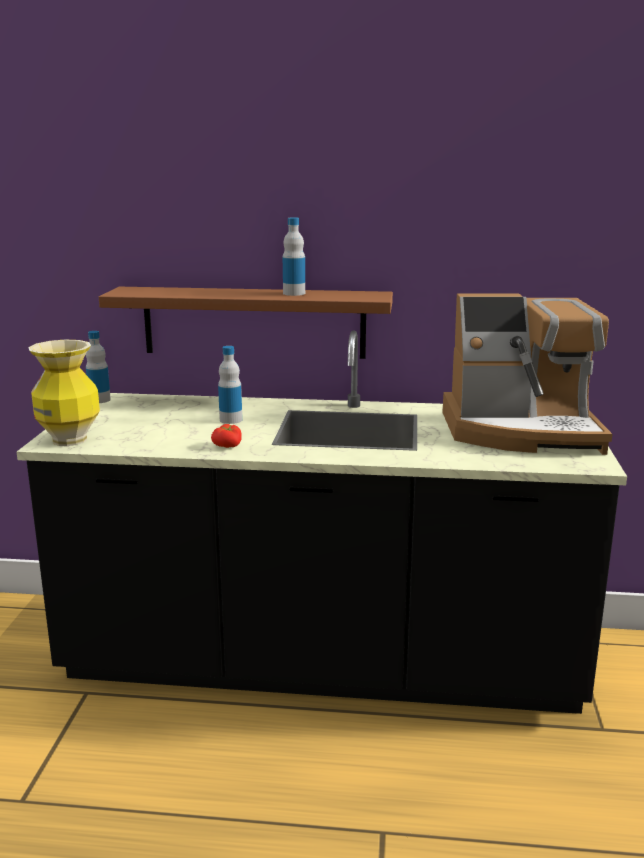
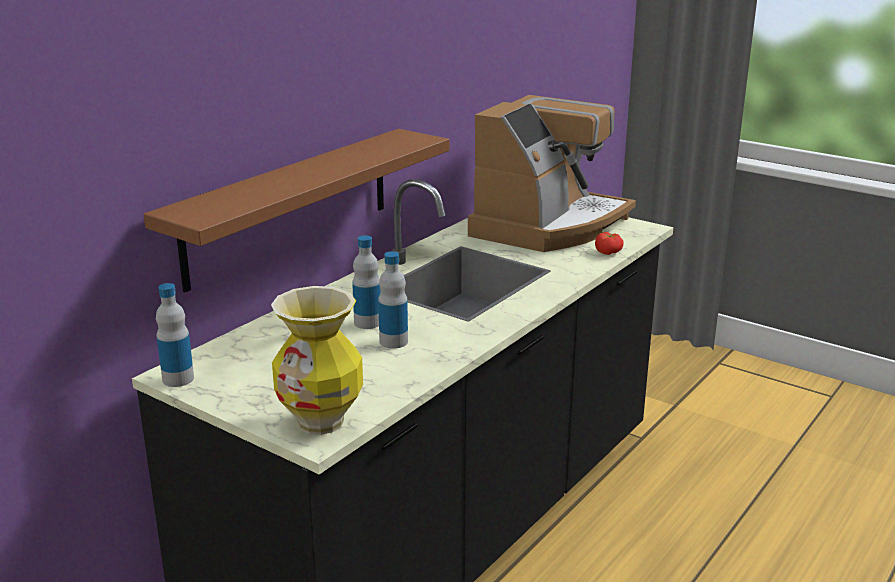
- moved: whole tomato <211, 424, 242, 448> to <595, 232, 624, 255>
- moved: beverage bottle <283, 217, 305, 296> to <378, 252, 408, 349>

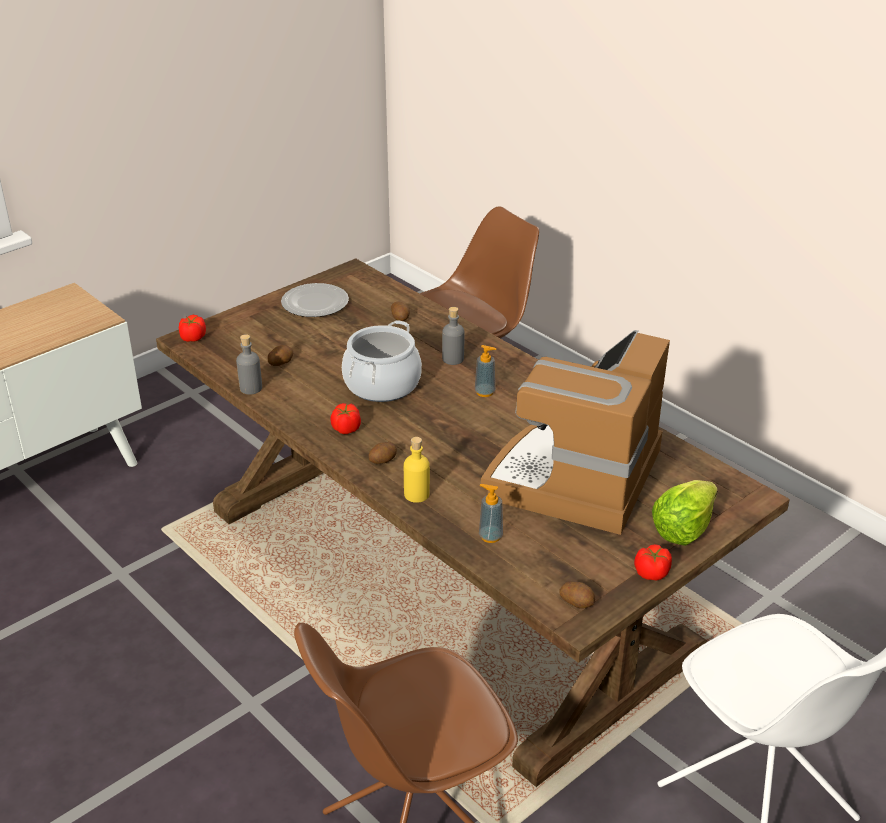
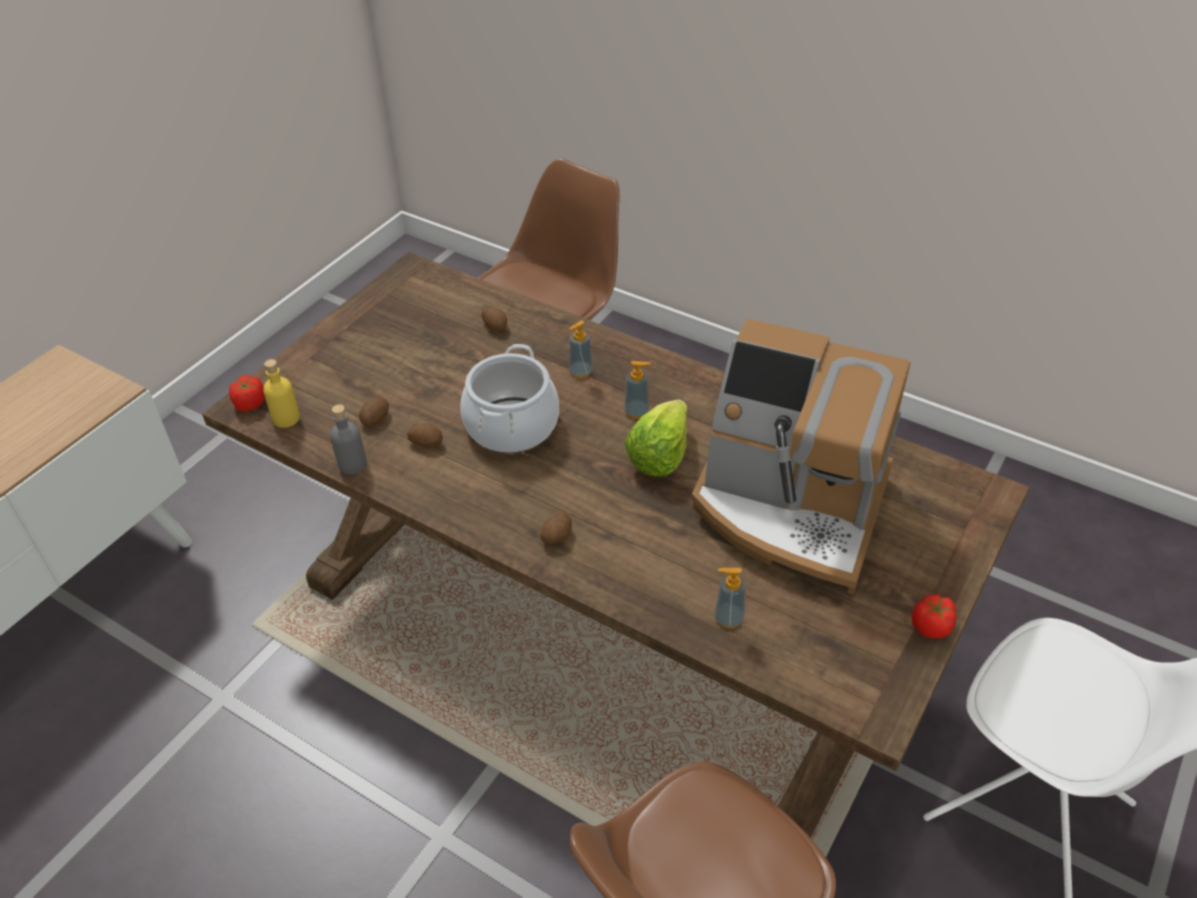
- removed: flat dish <281, 283, 349, 317>
- removed: whole tomato <330, 403, 361, 434>
- moved: yellow-coloured beverage bottle <404, 437, 430, 503> to <263, 359, 300, 428>
- replaced: grey beverage bottle <442, 307, 464, 365> to soap bottle <569, 320, 593, 379>
- turned: coffee brewer <481, 330, 670, 535> = <692, 318, 911, 595> 75 degrees counterclockwise
- moved: potato <559, 581, 595, 609> to <407, 423, 443, 448>
- moved: lettuce head <652, 480, 718, 546> to <625, 400, 687, 477>

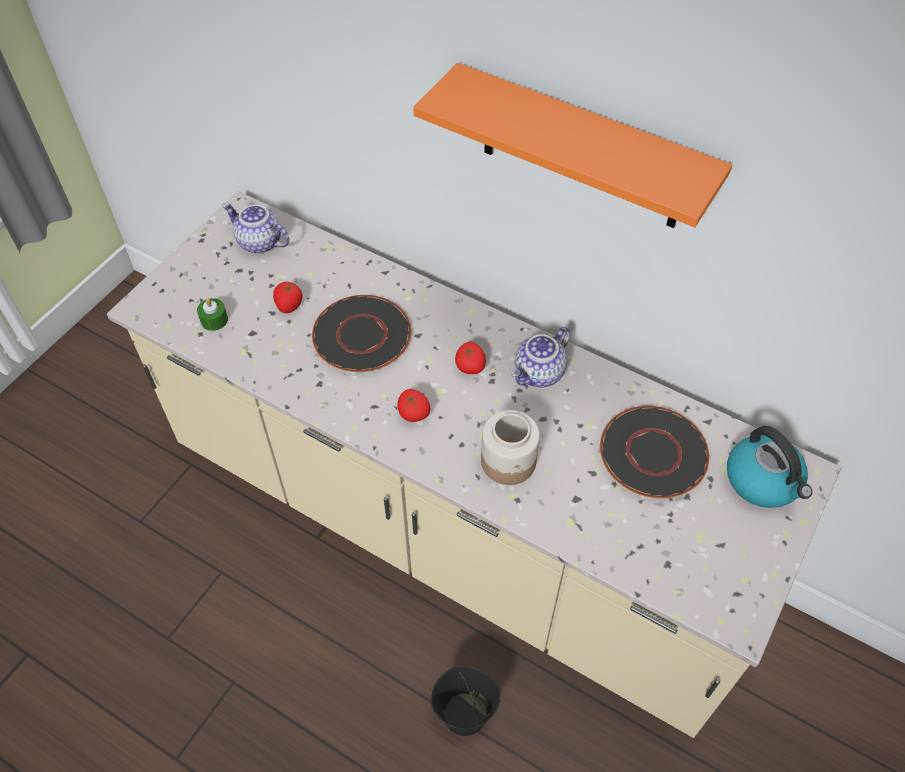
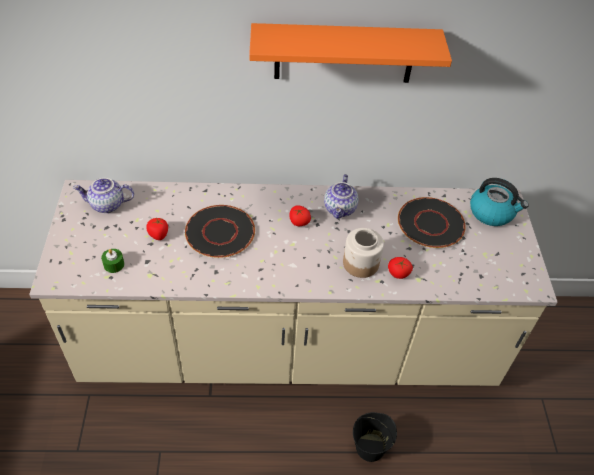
- moved: whole tomato <397, 389, 430, 422> to <388, 257, 413, 279>

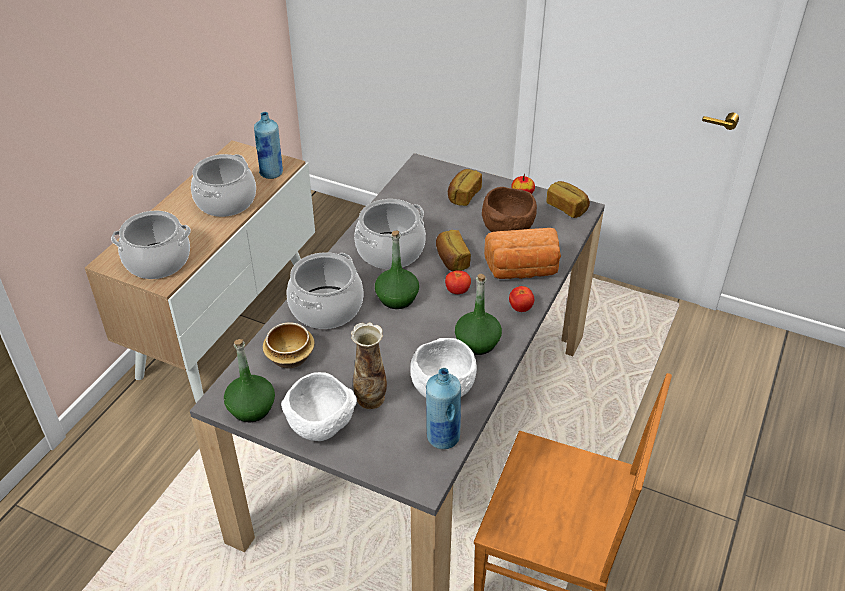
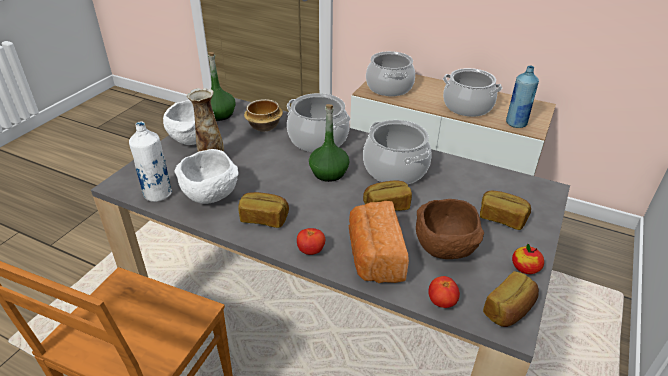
- recoloured: bluish beverage bottle <426, 368, 461, 449> to white beverage bottle <129, 122, 172, 202>
- moved: whole tomato <445, 271, 471, 294> to <428, 276, 460, 308>
- replaced: greenish beverage bottle <455, 274, 502, 355> to baked bread <238, 192, 289, 228>

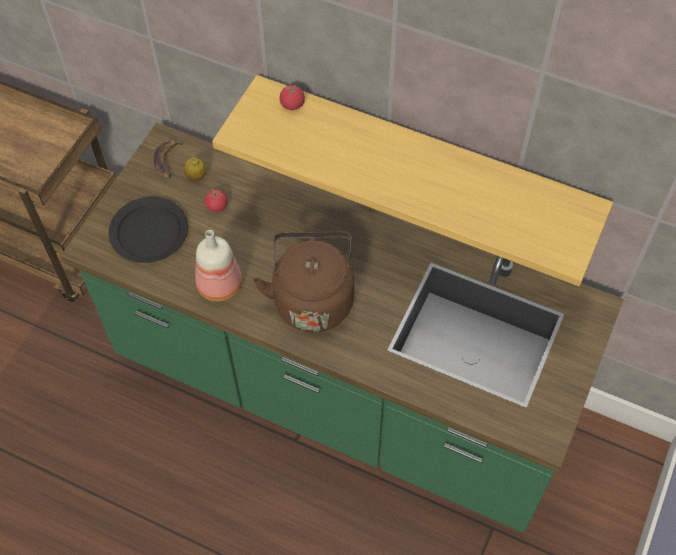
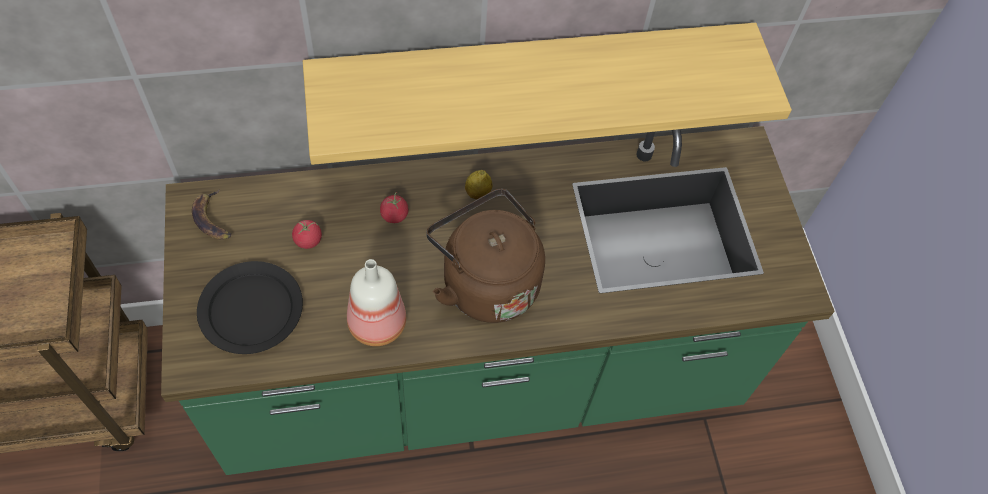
- moved: citrus fruit <184, 158, 206, 181> to <465, 170, 492, 199>
- moved: whole tomato <280, 84, 305, 110> to <380, 192, 409, 223>

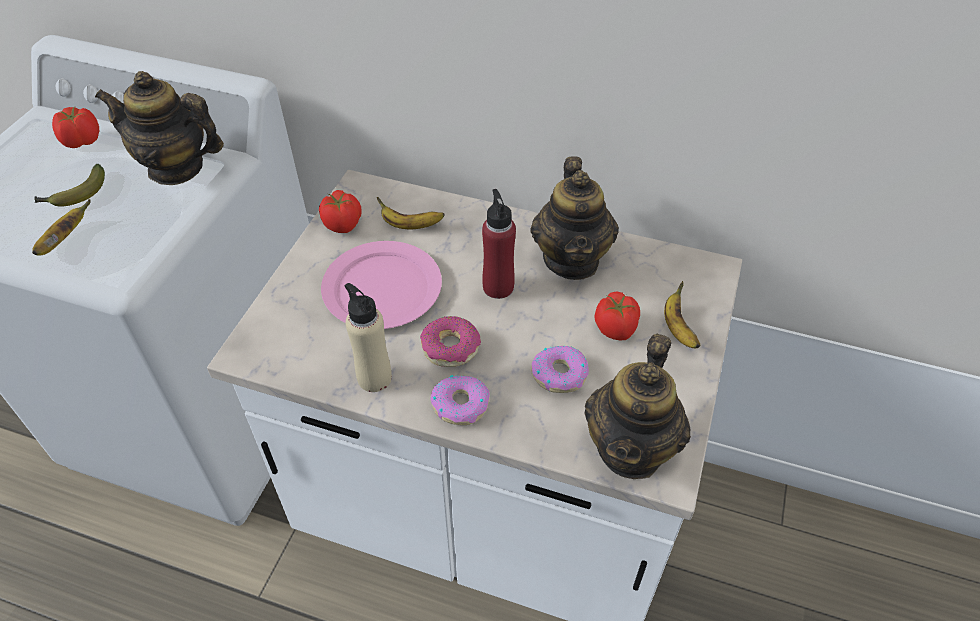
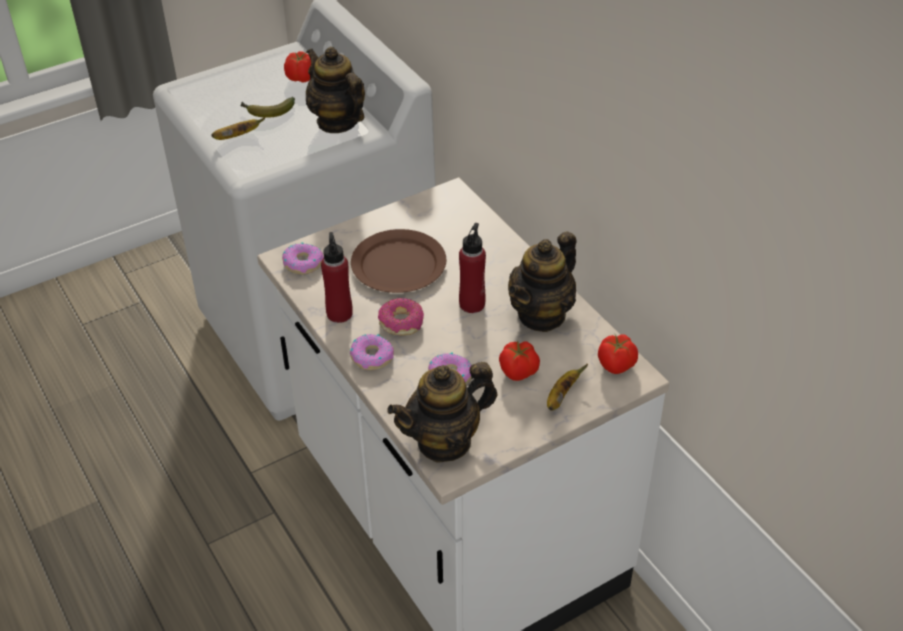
- moved: whole tomato <319, 190, 362, 233> to <598, 333, 638, 374>
- recoloured: pink flat dish <321, 241, 442, 329> to brown-coloured flat dish <351, 229, 446, 293>
- recoloured: beige-coloured beverage bottle <345, 283, 392, 392> to red-coloured beverage bottle <321, 232, 353, 323>
- removed: banana fruit <377, 197, 444, 229>
- added: doughnut <282, 242, 324, 275>

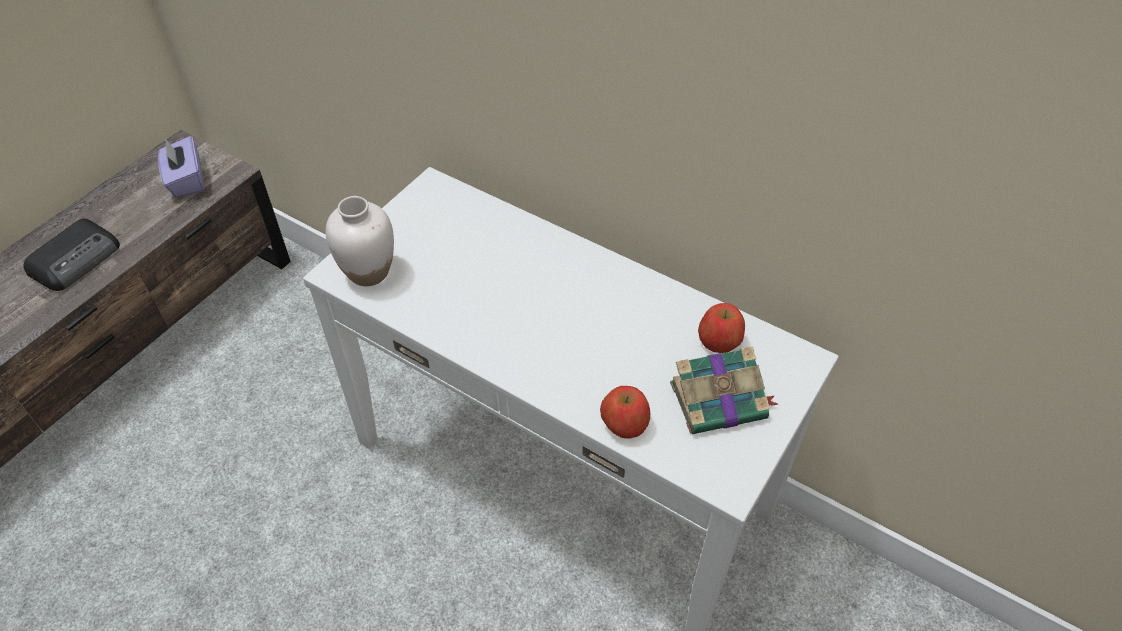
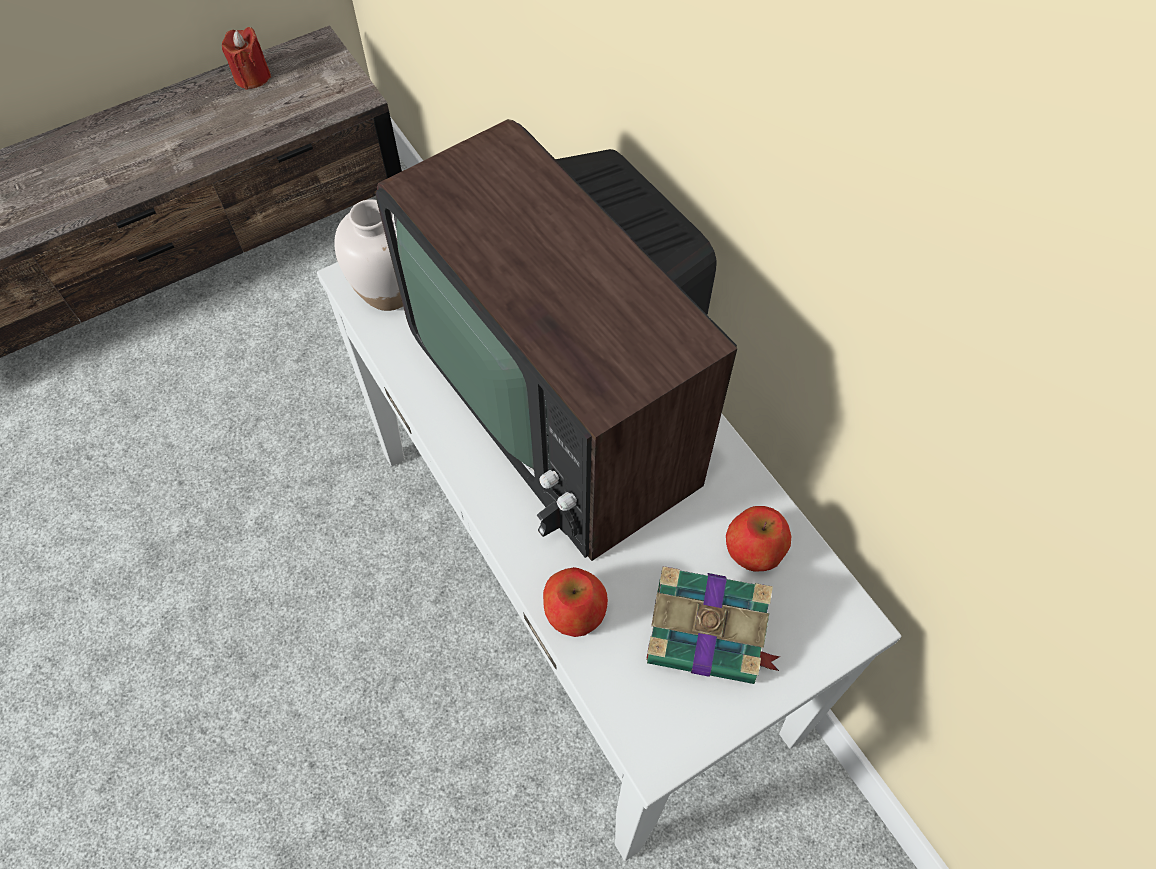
- removed: radio <23, 218, 120, 291>
- removed: purple-coloured tissue holder <158, 136, 204, 198>
- added: red-coloured wax light <222, 27, 271, 90>
- added: television <376, 119, 737, 561>

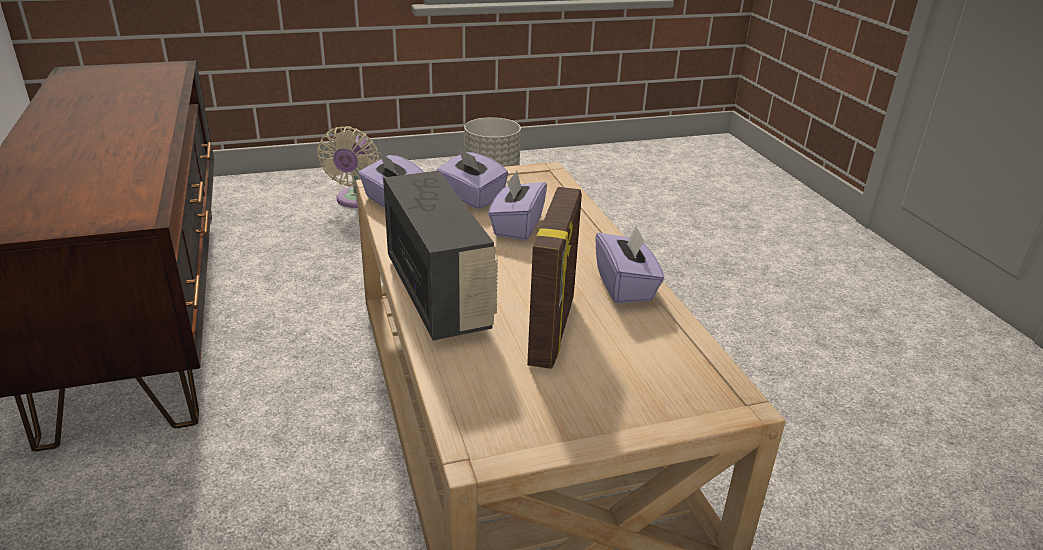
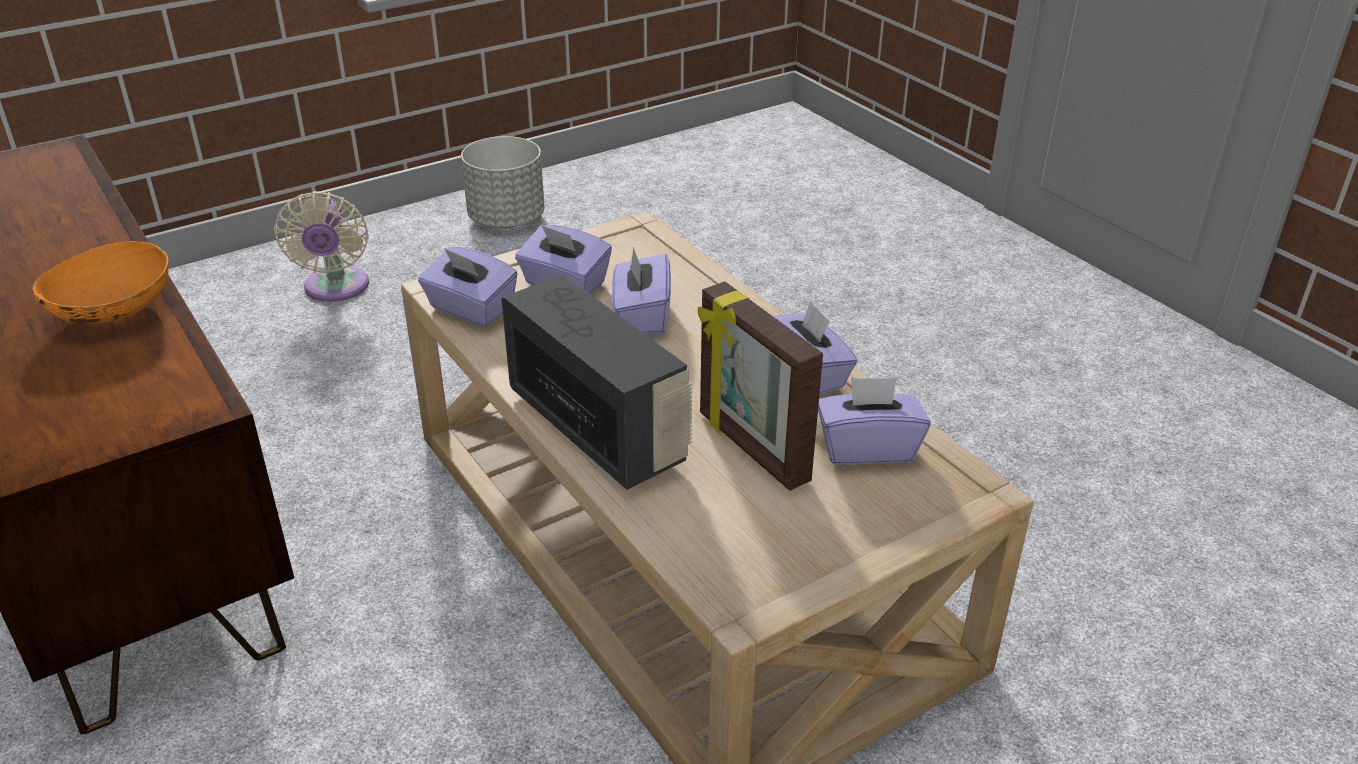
- turned: standing frame <527, 187, 582, 369> = <698, 281, 823, 491> 150 degrees clockwise
- added: orange-coloured deep dish <33, 241, 169, 324>
- added: purple-coloured tissue holder <818, 377, 930, 465>

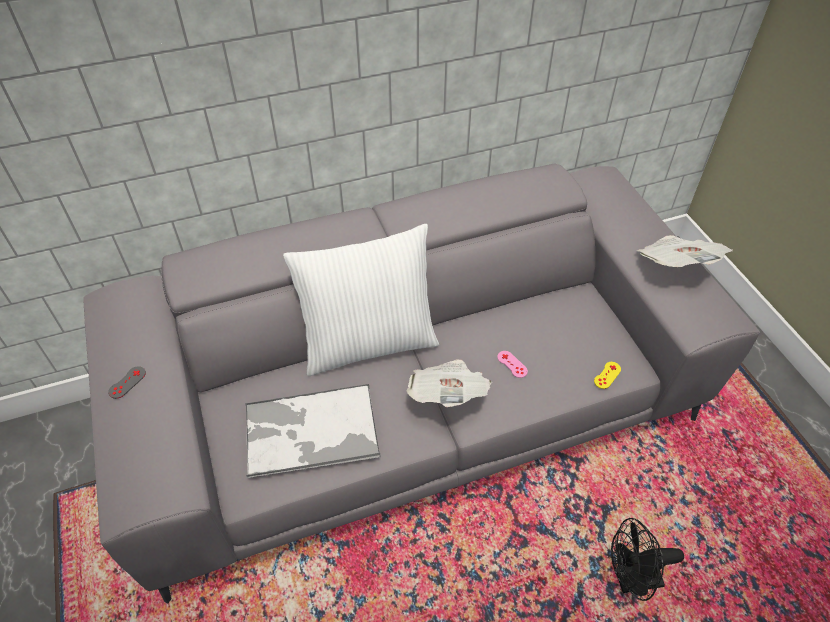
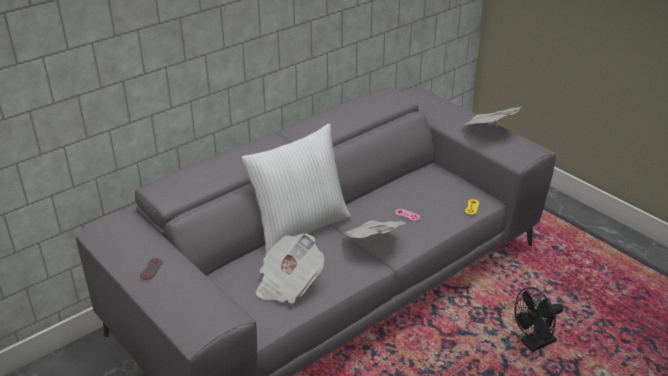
- replaced: serving tray <245, 384, 381, 478> to daily paper <256, 234, 324, 303>

